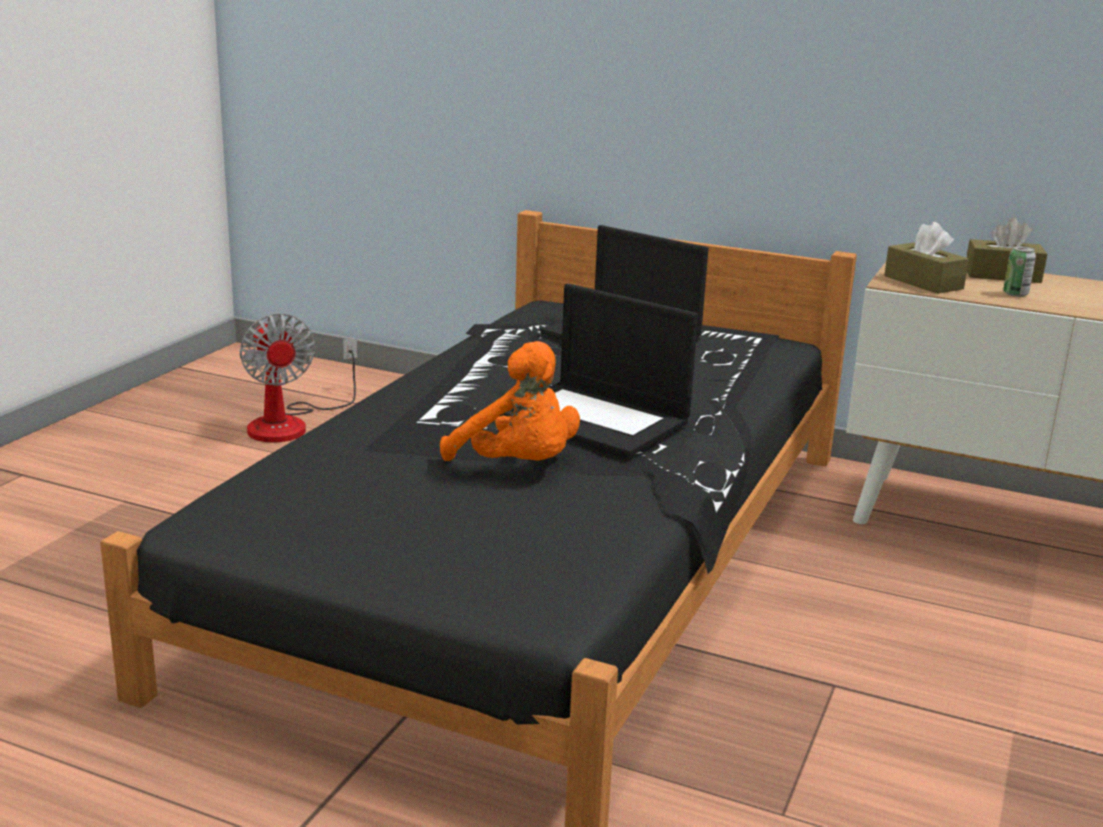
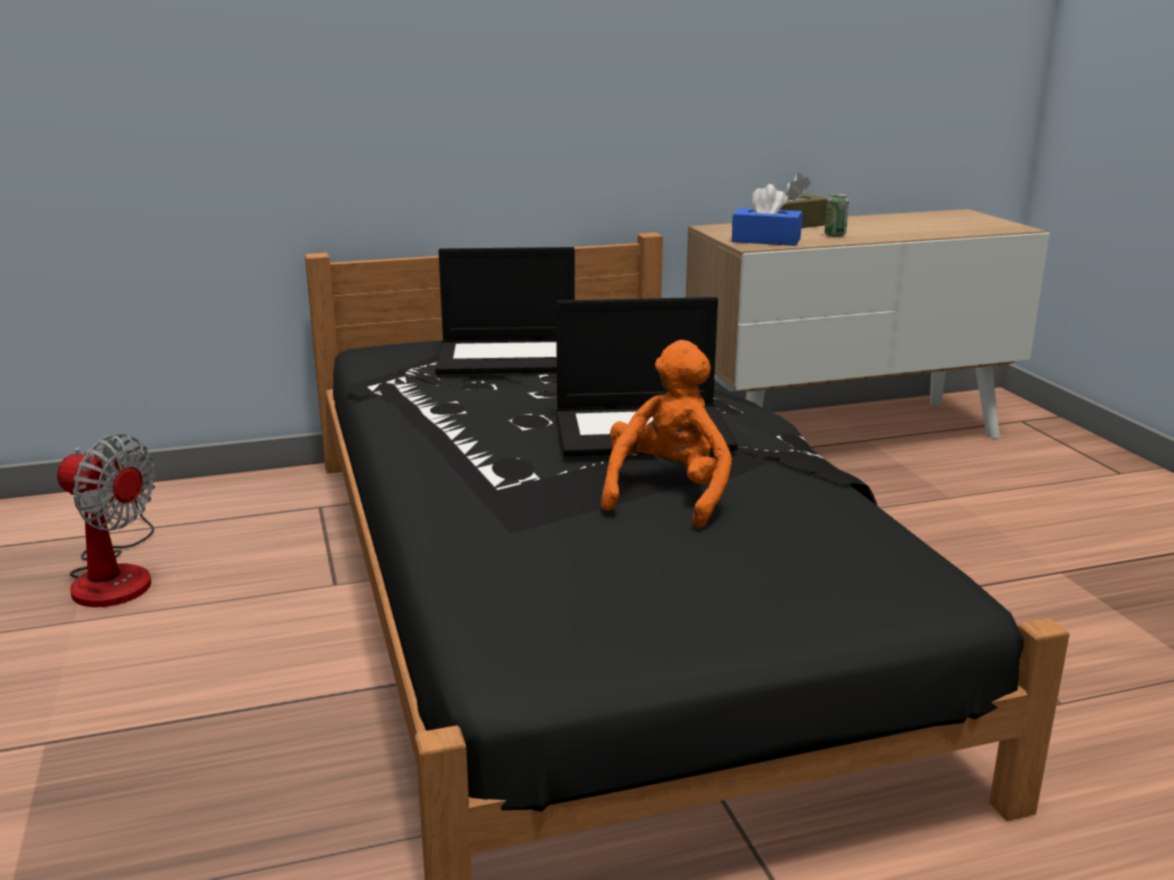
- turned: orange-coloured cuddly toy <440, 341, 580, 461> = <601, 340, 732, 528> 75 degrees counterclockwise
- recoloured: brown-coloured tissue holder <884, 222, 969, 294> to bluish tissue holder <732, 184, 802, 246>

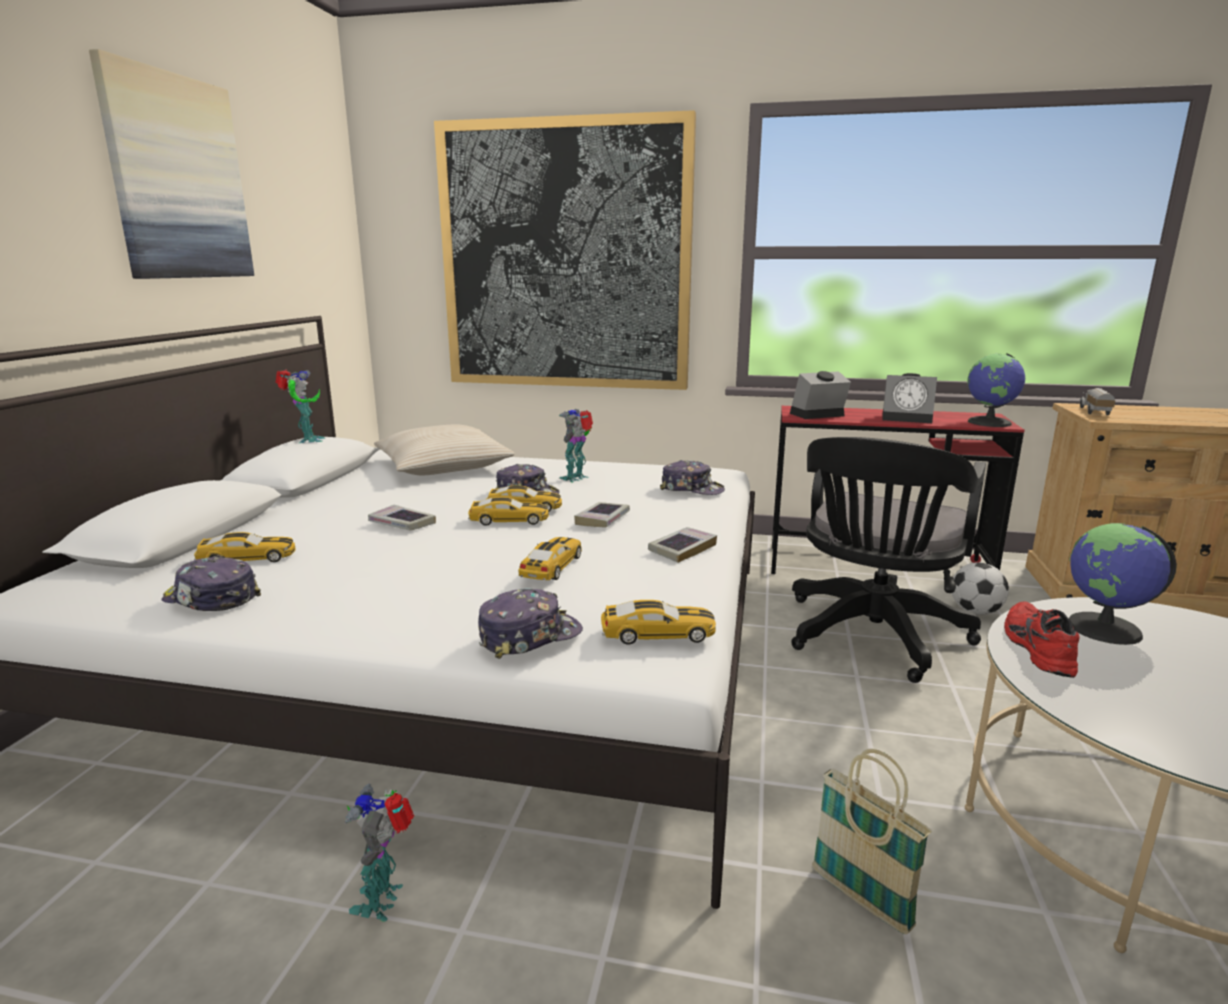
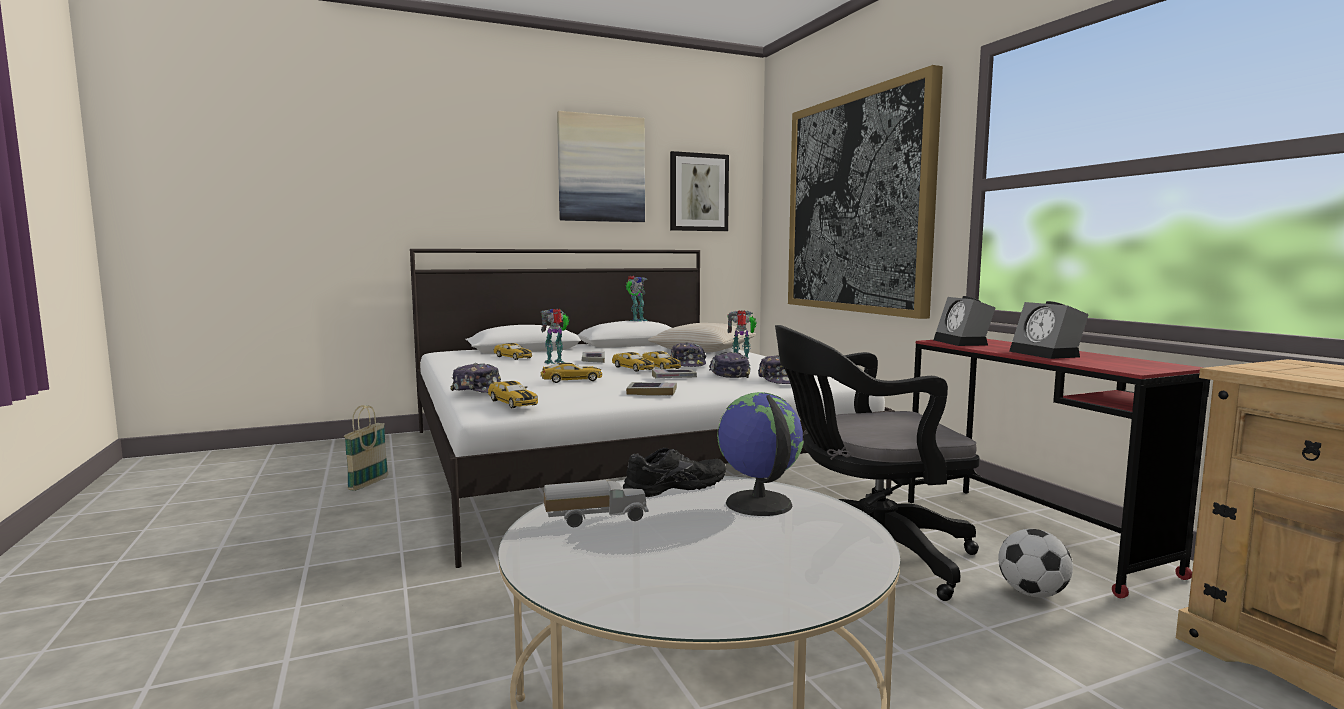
- moved: cap <162, 555, 261, 611> to <709, 352, 751, 378>
- moved: toy robot <344, 783, 415, 922> to <541, 309, 570, 364>
- turned: table clock <790, 371, 851, 419> = <934, 296, 996, 346> 135 degrees counterclockwise
- moved: household basket <812, 749, 932, 934> to <344, 405, 388, 491>
- removed: globe <968, 353, 1025, 427>
- recoloured: red-coloured low shoe <1004, 601, 1080, 678> to black-coloured low shoe <623, 448, 726, 497>
- moved: toy truck <1079, 388, 1116, 415> to <543, 480, 649, 527>
- added: picture <670, 151, 729, 231>

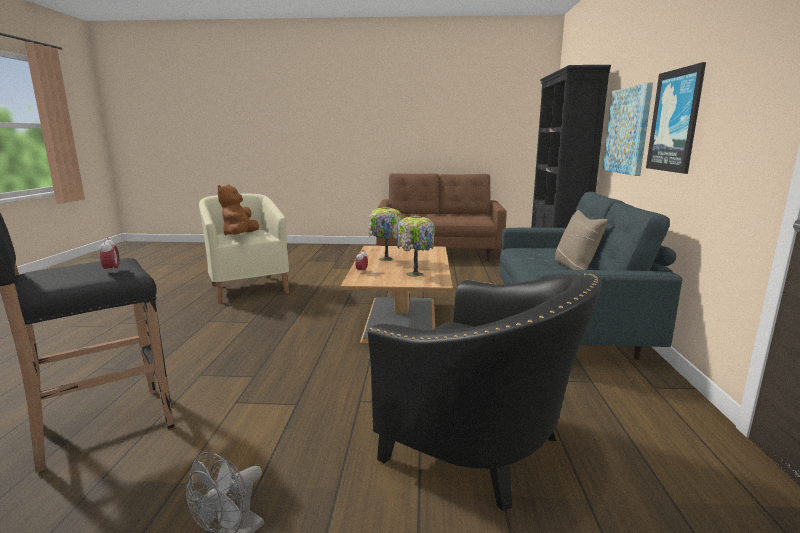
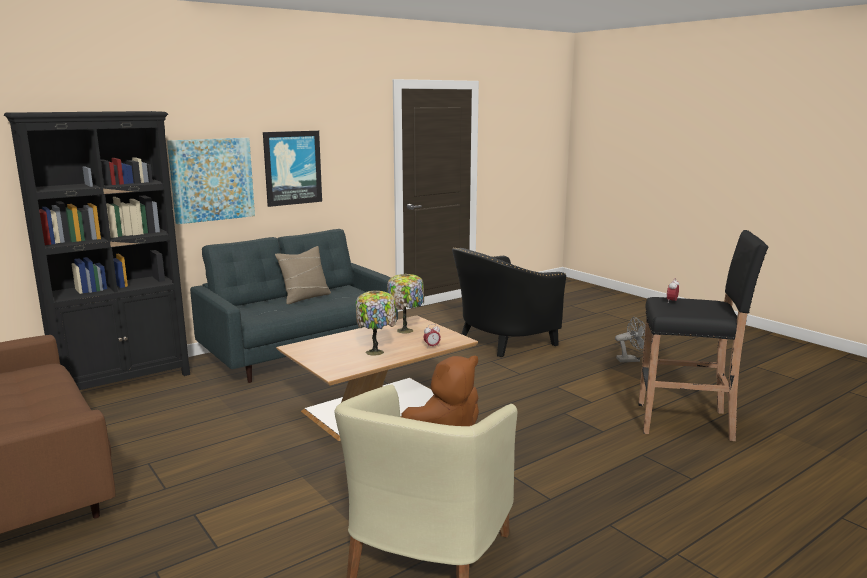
- turned: black-coloured easy chair <368, 273, 602, 511> = <452, 248, 566, 357> 120 degrees counterclockwise

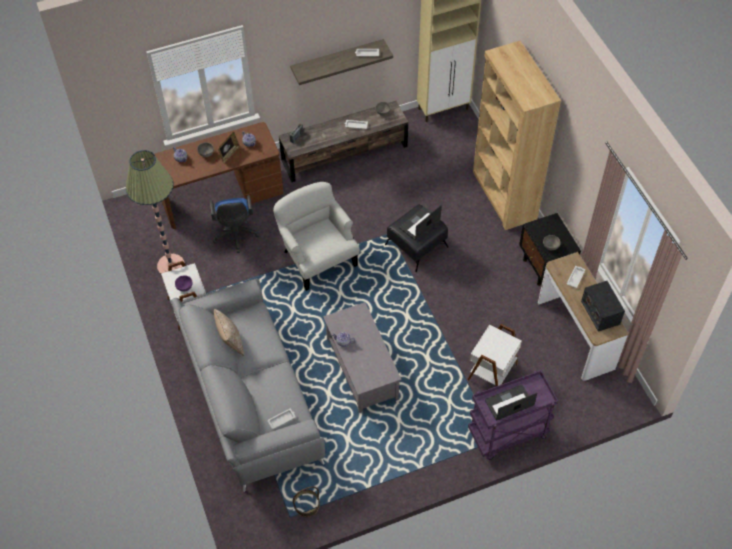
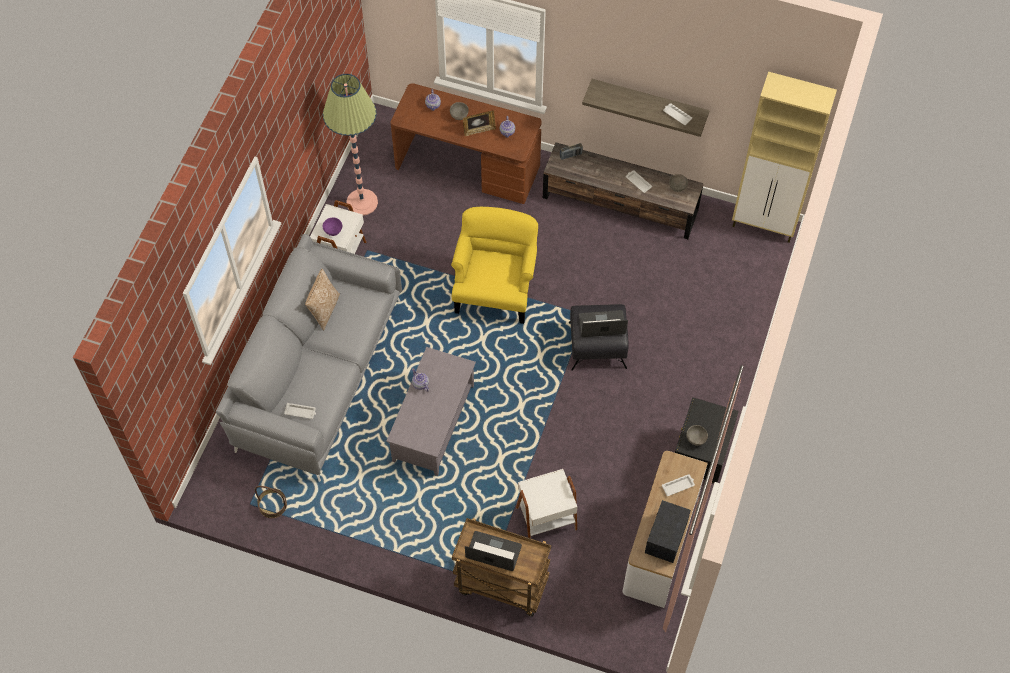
- removed: bluish computer chair <210, 195, 260, 253>
- recoloured: white easy chair <273, 182, 360, 291> to yellow-coloured easy chair <451, 207, 538, 324>
- recoloured: purple-coloured trolley <468, 370, 558, 460> to brown-coloured trolley <452, 518, 551, 617>
- removed: brown-coloured shelving unit <473, 41, 561, 230>

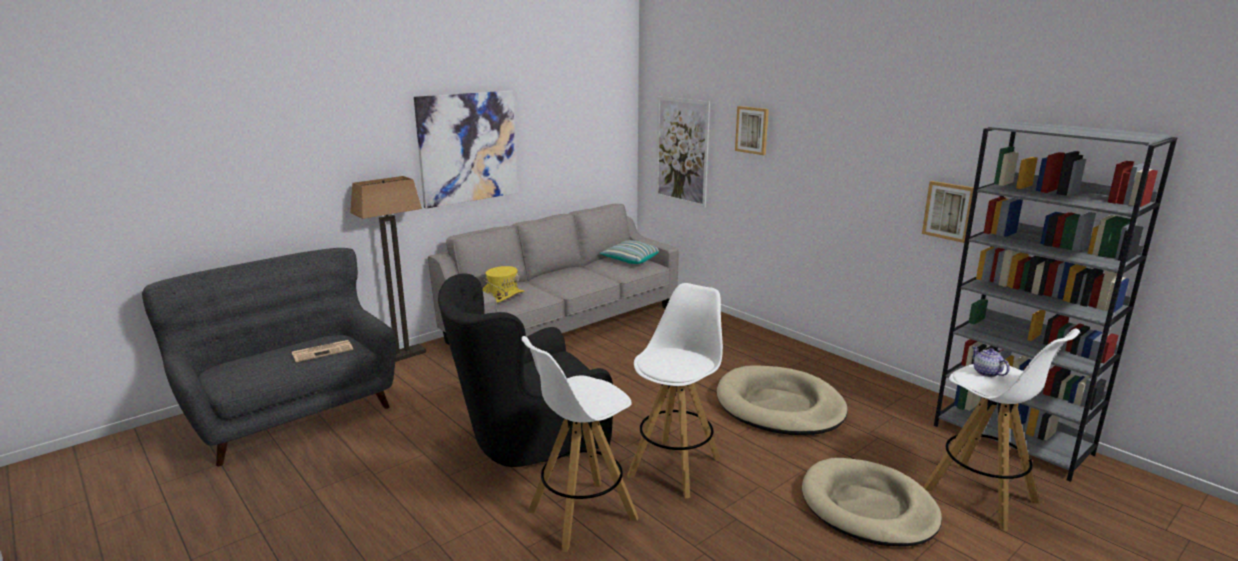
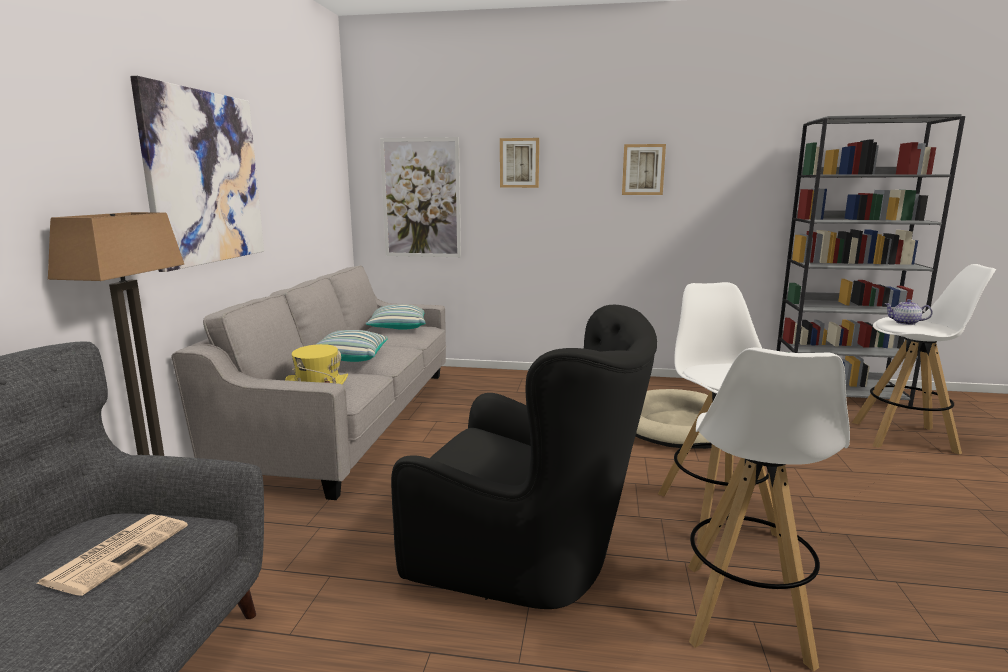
- turned: black-coloured easy chair <438, 274, 613, 467> = <391, 305, 657, 609> 90 degrees counterclockwise
- removed: beige-coloured dog cushion <802, 458, 942, 547>
- moved: picture <922, 181, 974, 243> to <622, 144, 666, 195>
- added: cushion <315, 330, 388, 362>

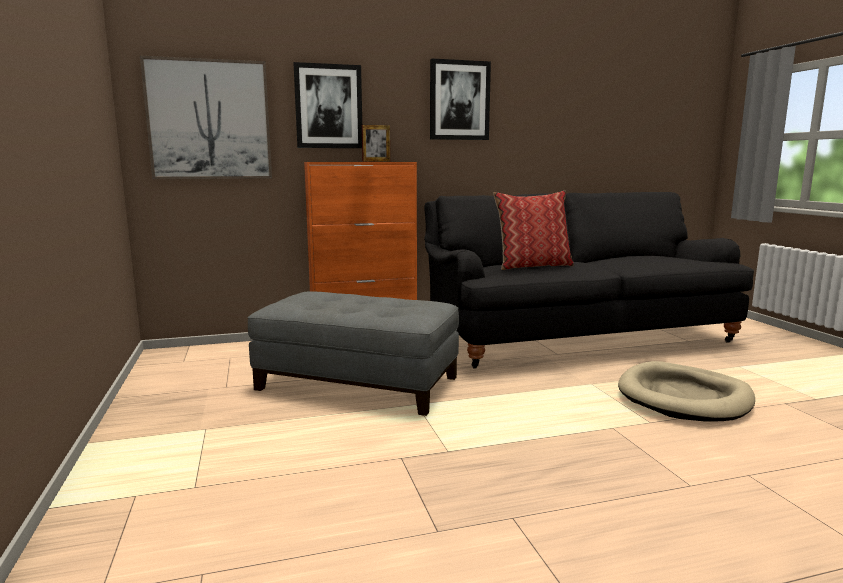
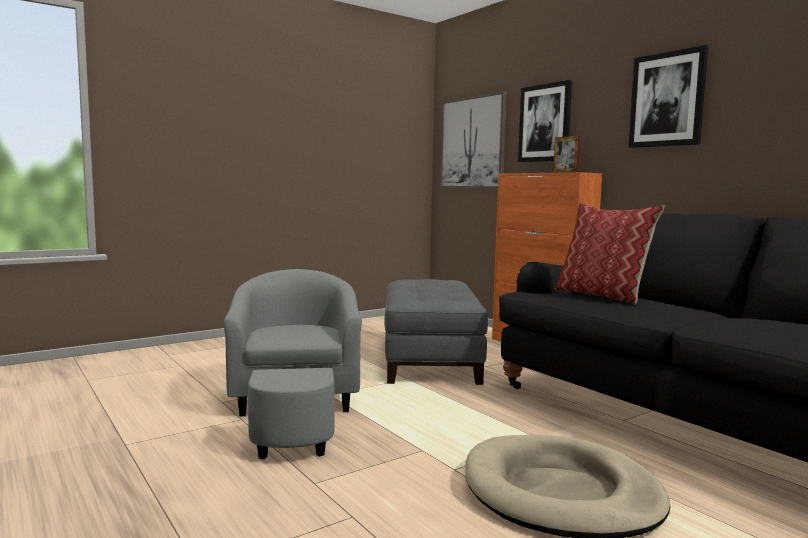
- added: grey easy chair <224, 269, 362, 459>

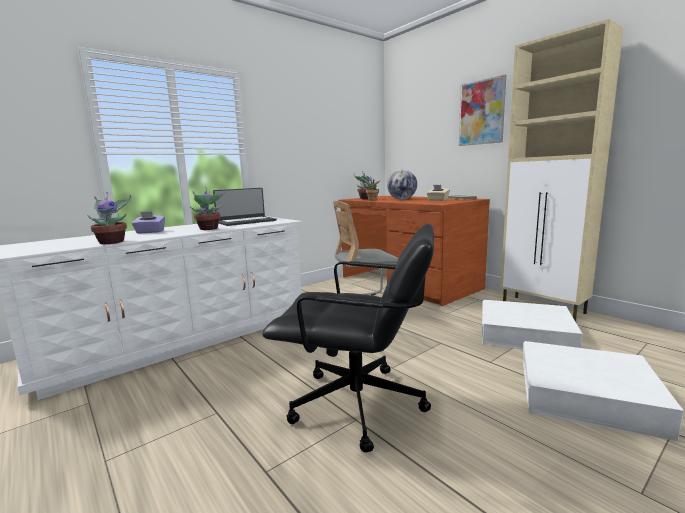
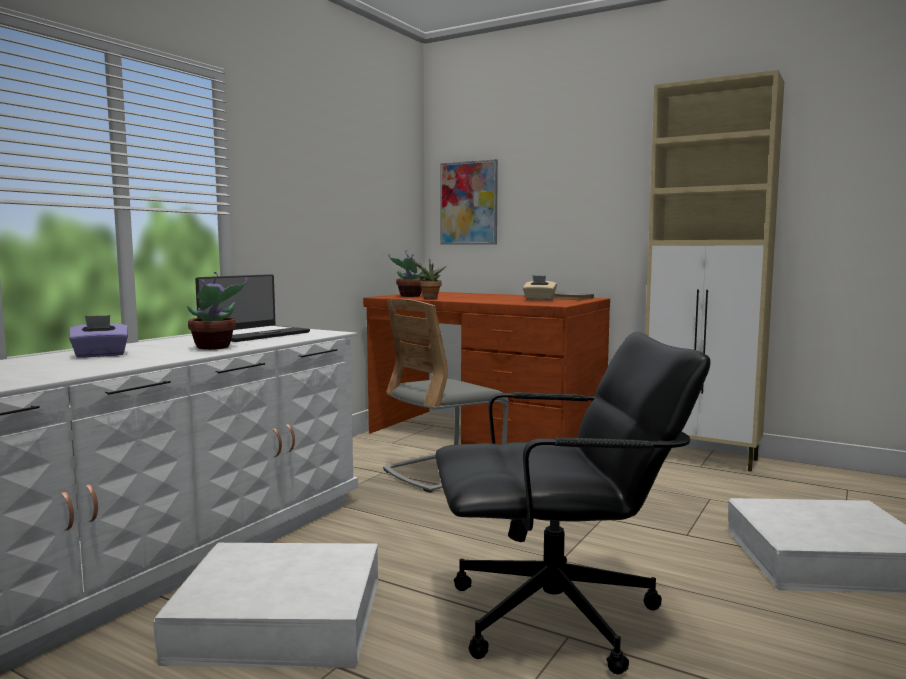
- removed: potted plant <88, 192, 131, 244>
- removed: globe <387, 170, 417, 200>
- moved: picture <459, 75, 506, 146> to <440, 159, 498, 245>
- moved: white storage container <482, 300, 583, 349> to <153, 543, 378, 668>

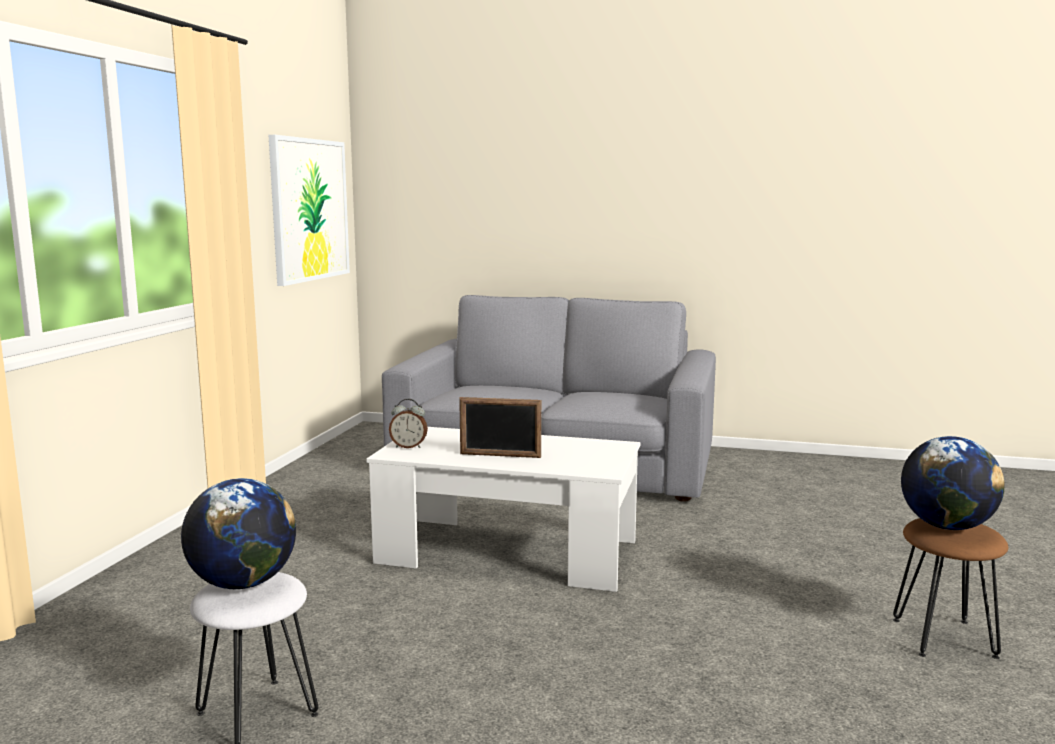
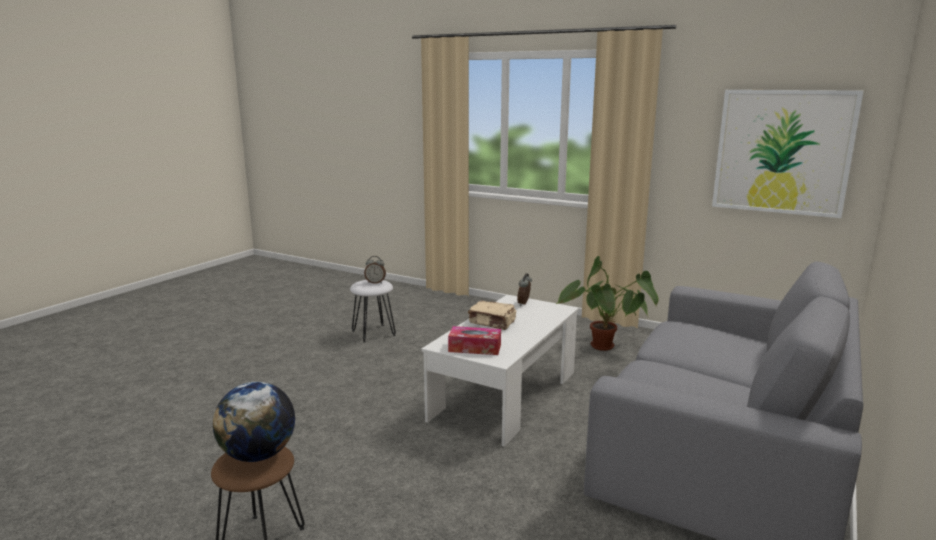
- replaced: globe <181, 478, 296, 589> to table clock <364, 256, 386, 284>
- replaced: standing frame <459, 397, 541, 458> to beige-coloured bound book <468, 301, 516, 330>
- added: tissue holder <448, 326, 501, 355>
- added: potted plant <556, 256, 659, 351>

